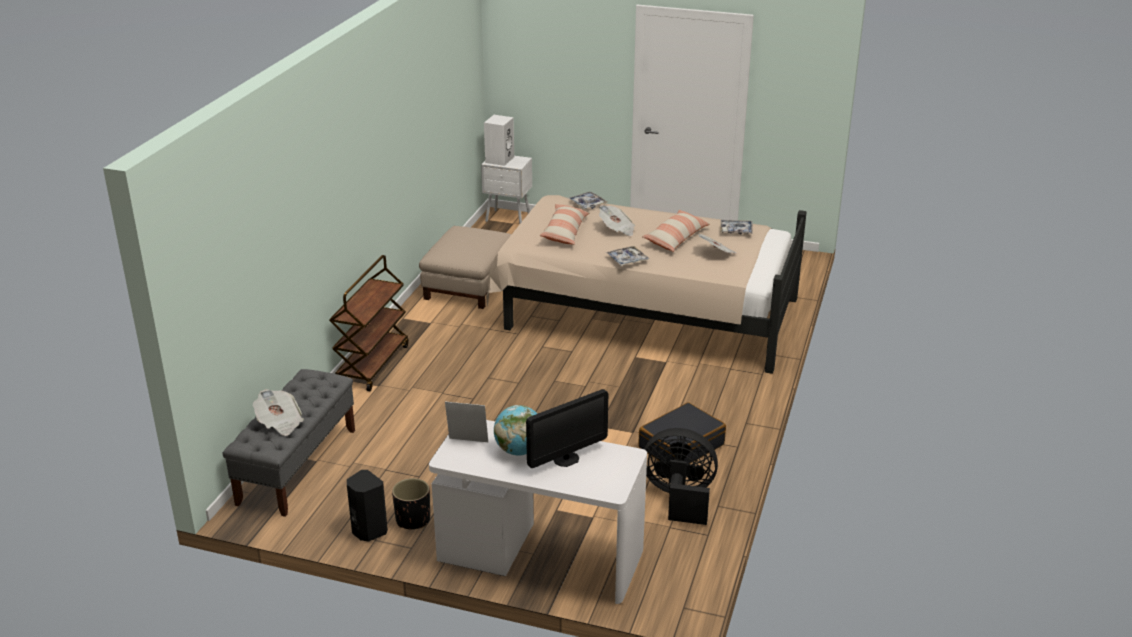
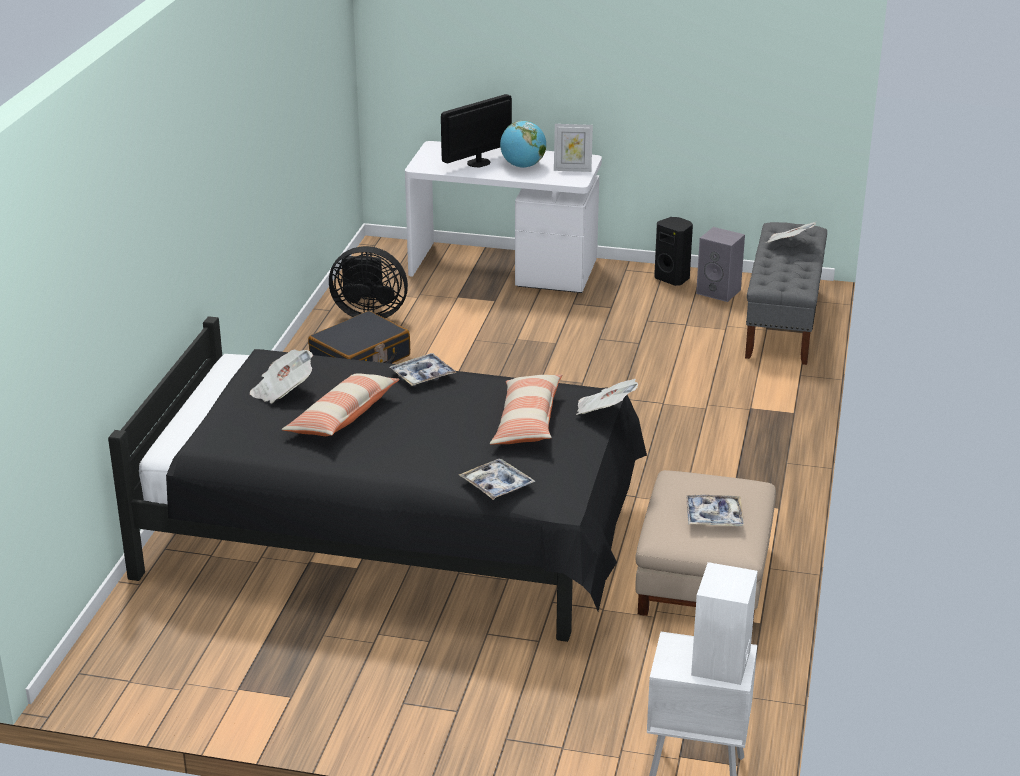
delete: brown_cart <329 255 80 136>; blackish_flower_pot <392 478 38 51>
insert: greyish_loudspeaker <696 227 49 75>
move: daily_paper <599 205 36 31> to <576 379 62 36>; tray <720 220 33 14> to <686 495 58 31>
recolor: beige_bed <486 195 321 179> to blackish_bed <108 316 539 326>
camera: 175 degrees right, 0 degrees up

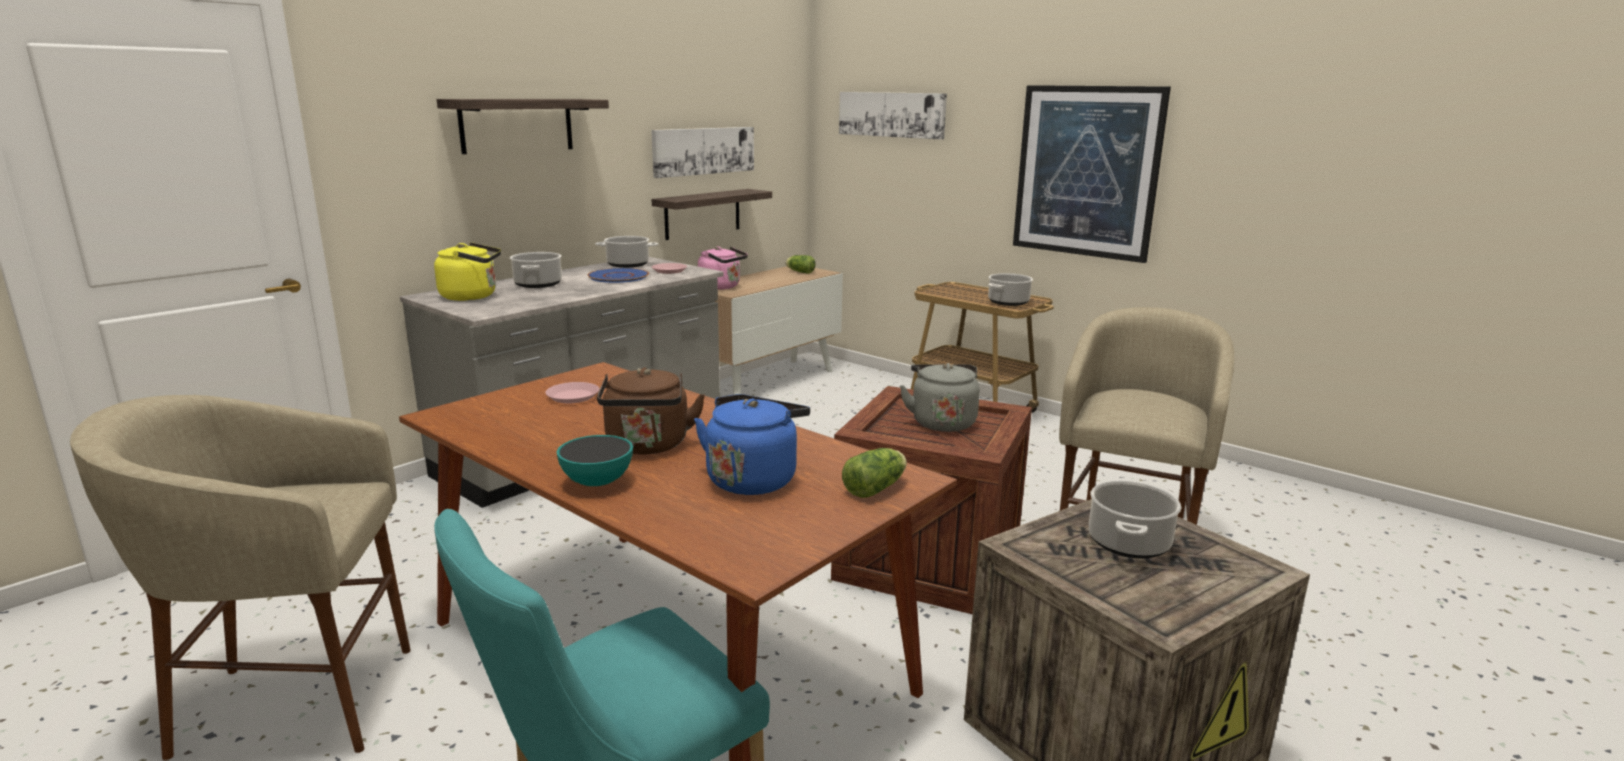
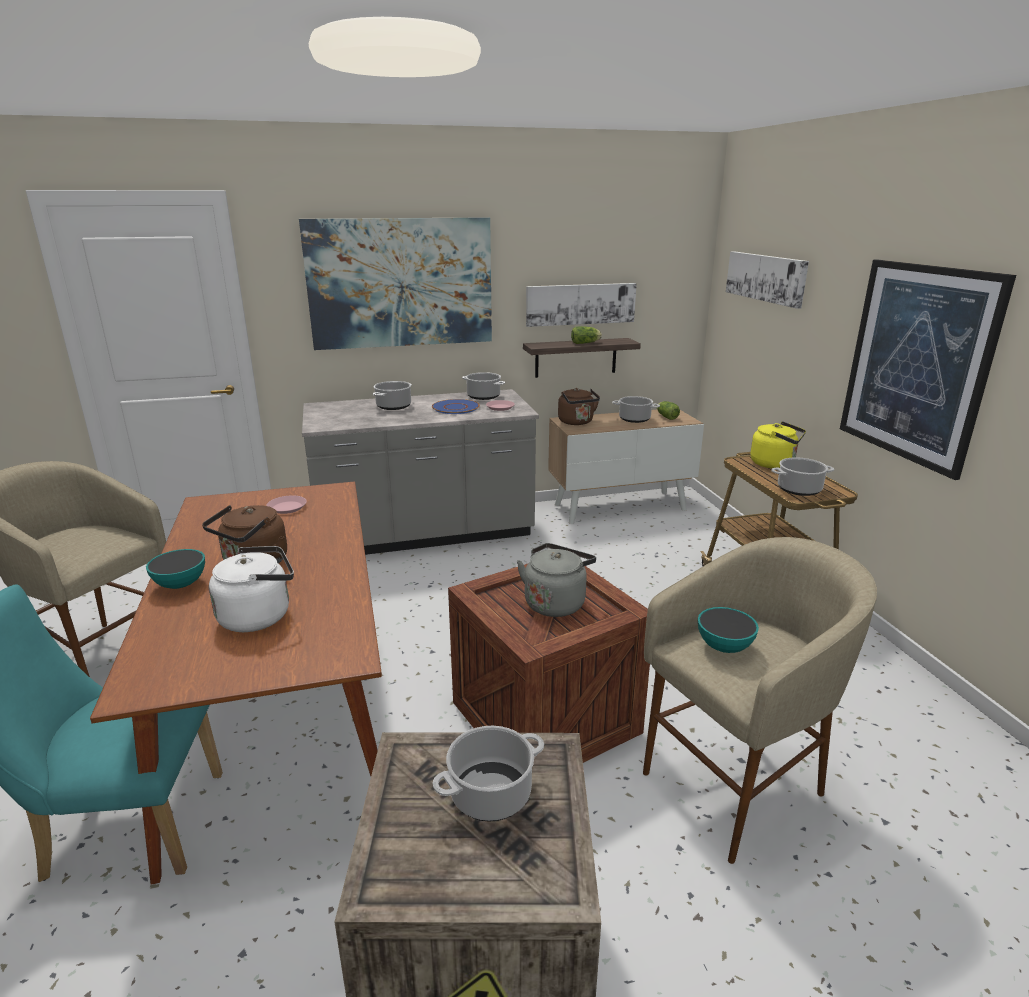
insert: saucepot <612 396 48 27>; serving_bowl <698 607 61 46>
move: yellowish_tea_kettle <434 242 67 59> to <750 421 56 47>; head_of_lettuce <842 448 65 50> to <571 326 31 18>
replace: wall_shelf <437 99 172 55> to picture <299 217 193 133>
recolor: blue-coloured_tea_kettle <694 394 116 101> to whitish_tea_kettle <209 546 85 86>; pinkish_tea_kettle <698 246 50 44> to brown_tea_kettle <558 388 42 37>
camera: 35 degrees right, 5 degrees up

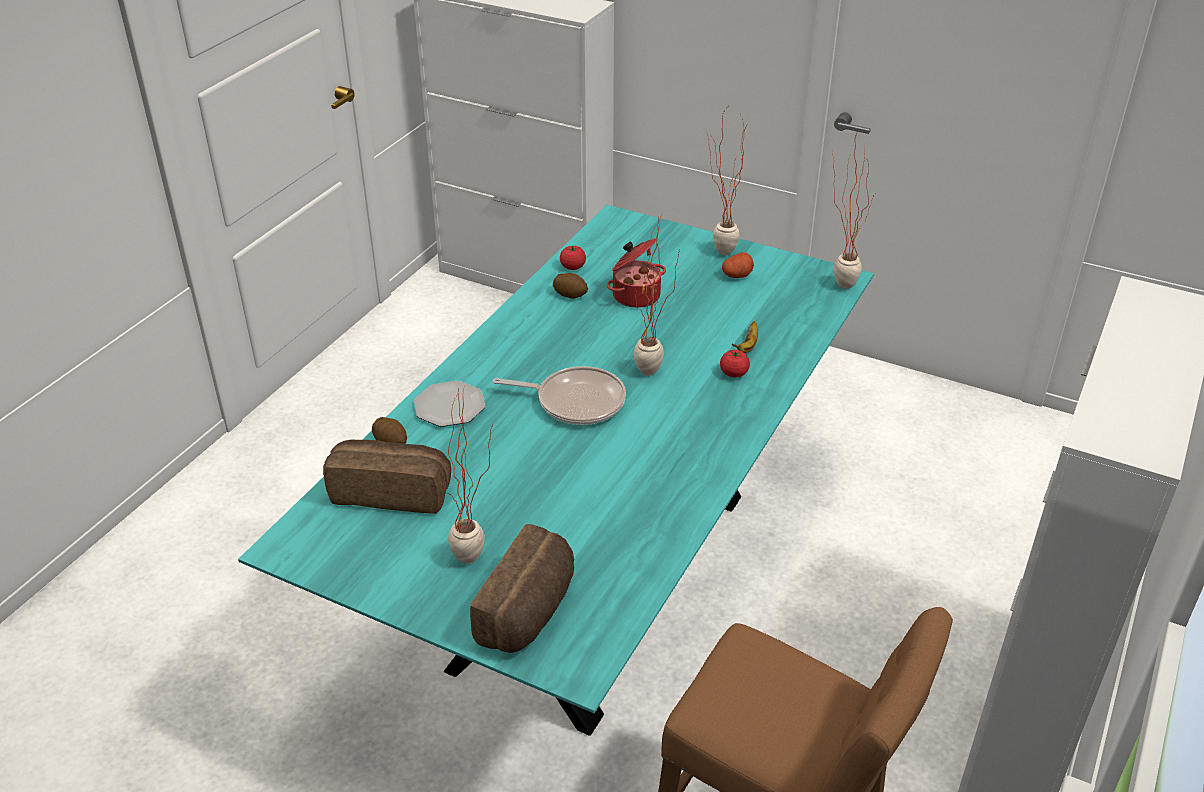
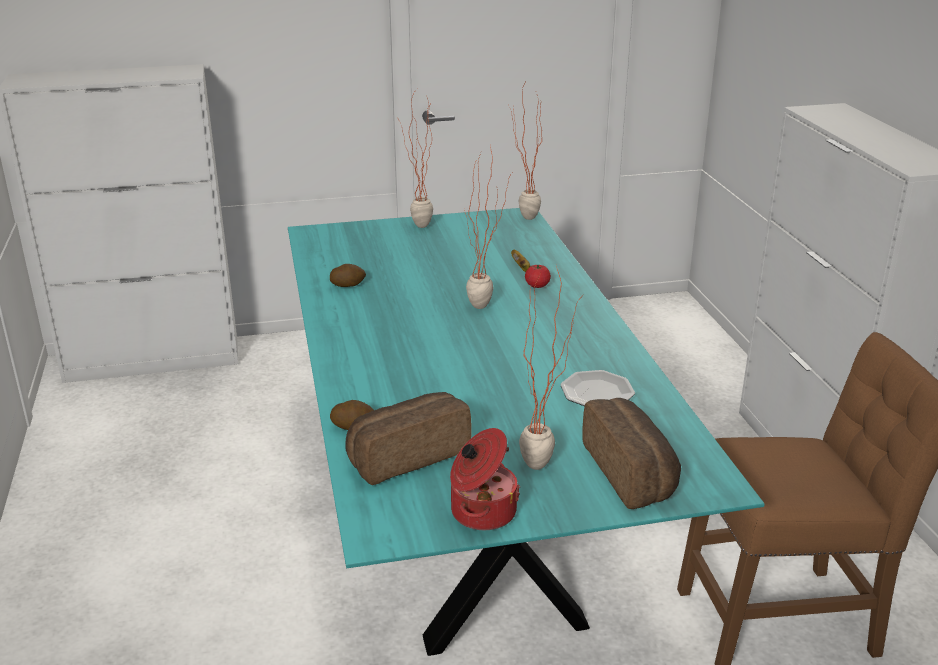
delete: skillet <493 366 133 59>; whole_tomato <560 245 26 25>; potato <722 252 32 26>
move: plate <414 381 72 46> to <560 370 75 36>; saucepot <607 238 59 70> to <450 428 70 102>
camera: 40 degrees left, 10 degrees down

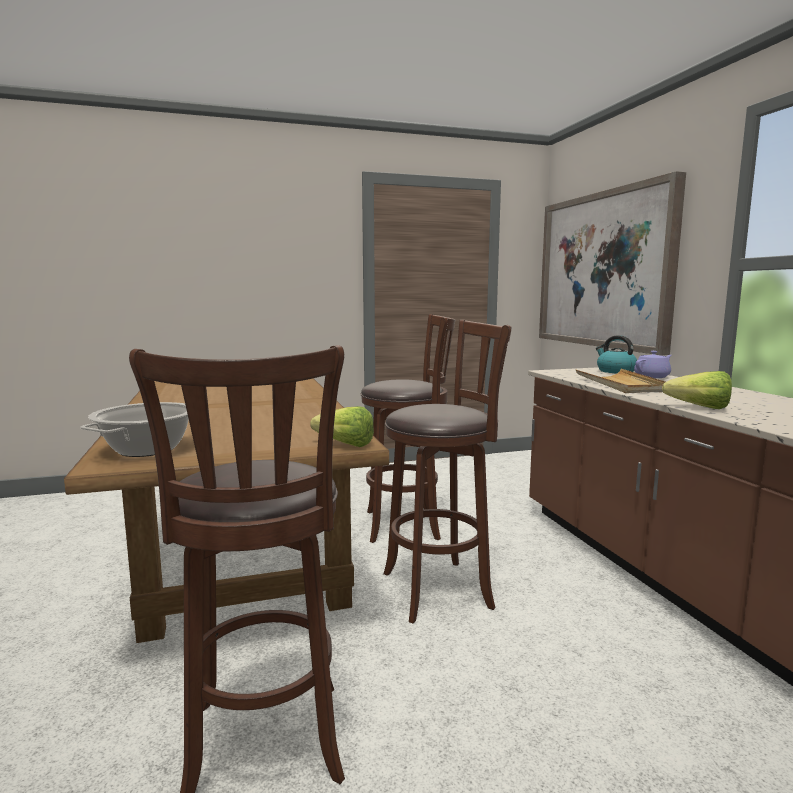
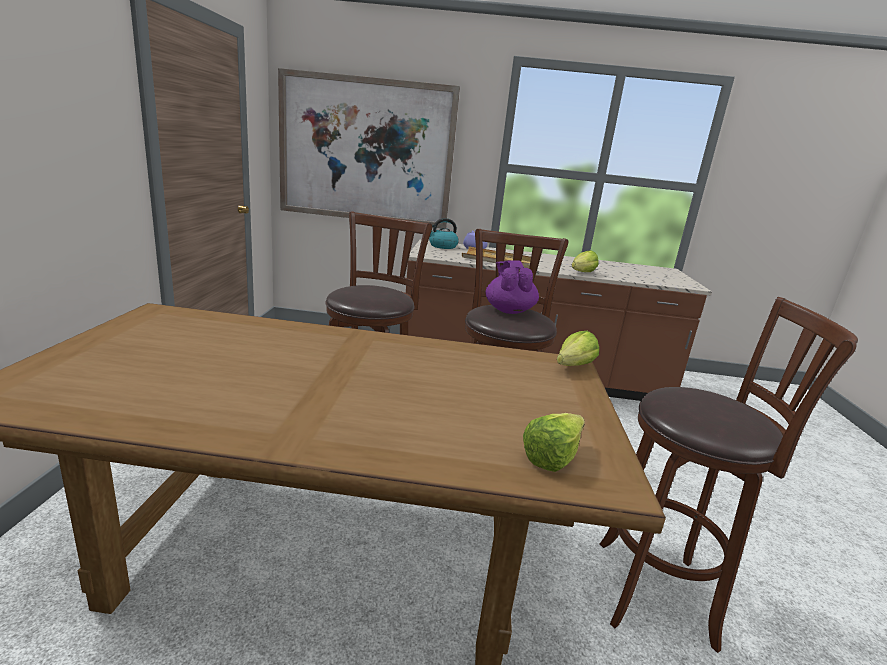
insert: purple-coloured_teapot <485 260 54 54>
replace: saucepot <81 402 108 55> to head_of_lettuce <523 413 62 59>
camera: 70 degrees left, 10 degrees up

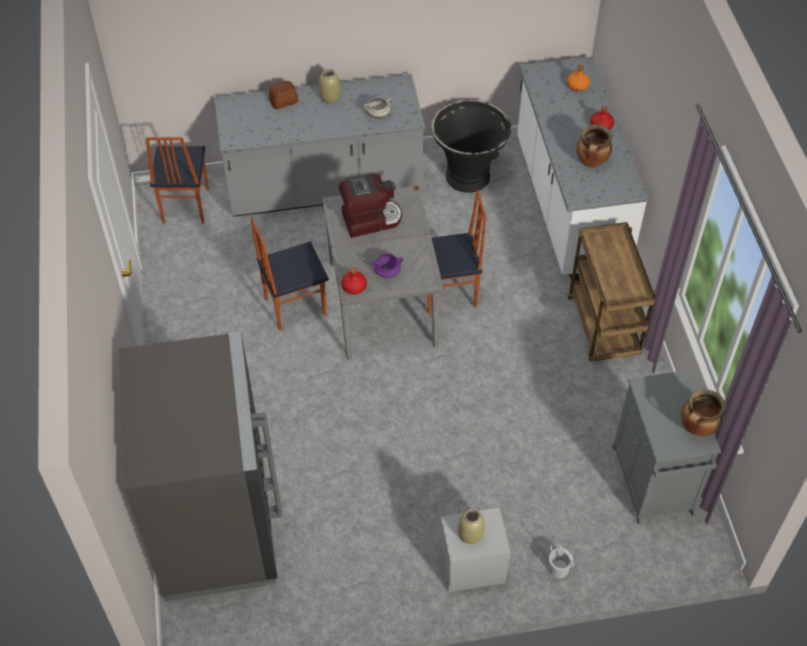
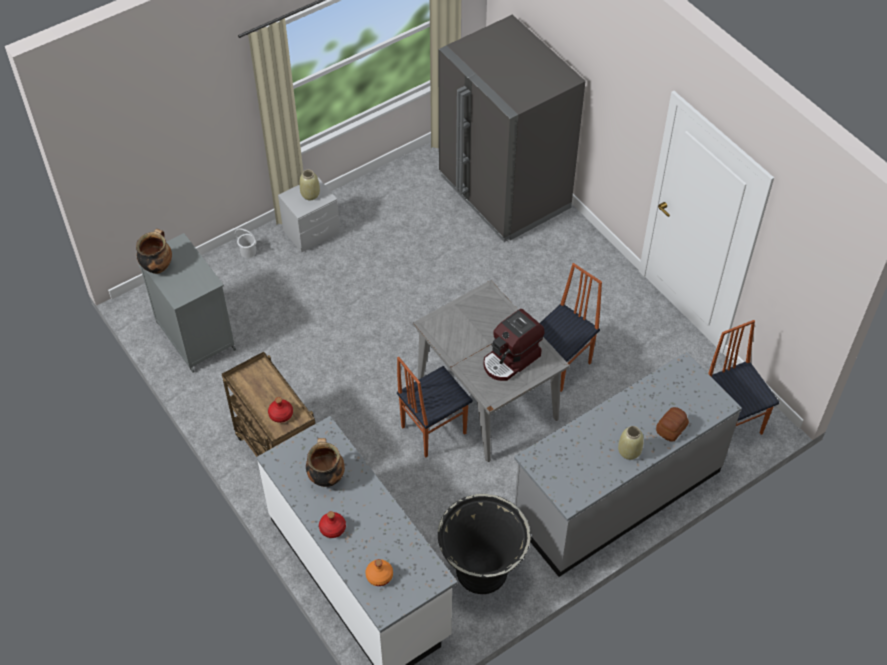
delete: whitish_saucepot <364 97 29 22>; purple-coloured_saucepot <371 253 32 25>
move: reddish_bottle <341 267 26 27> to <268 397 25 26>
camera: 155 degrees right, 0 degrees up

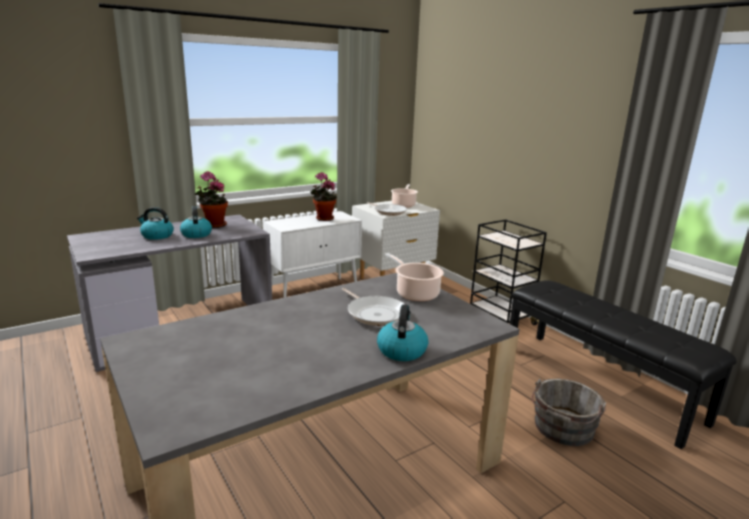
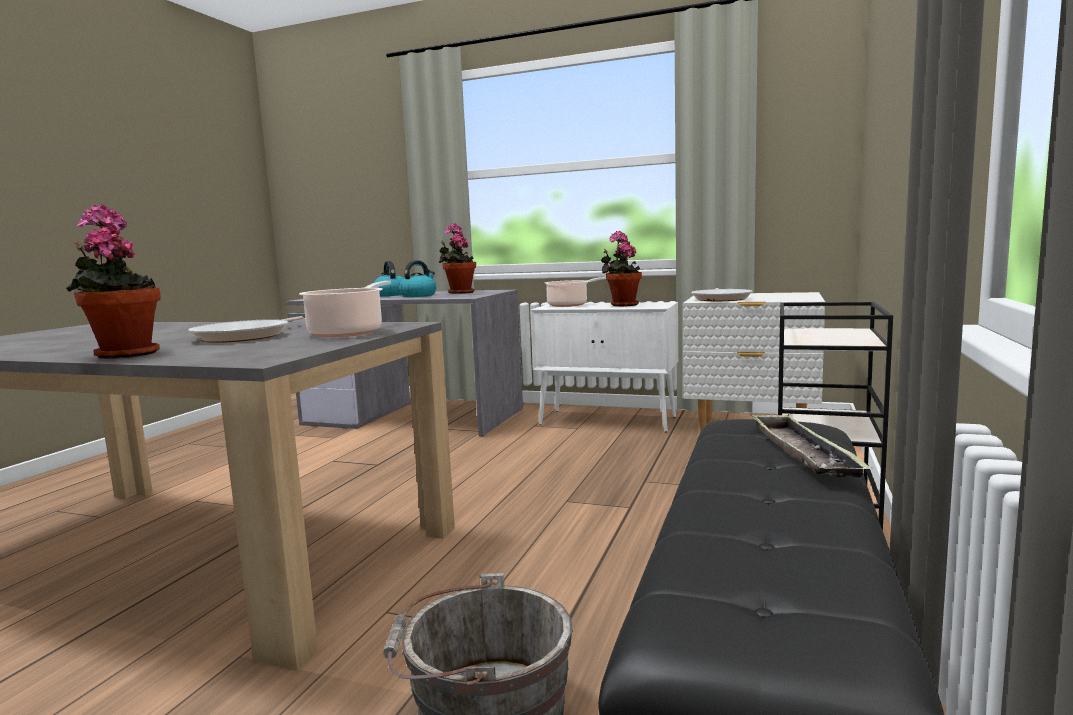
insert: tray <750 414 122 64>
move: saucepot <391 184 27 23> to <545 277 61 30>
replace: tea_kettle <377 304 51 57> to plant_in_a_pot <66 204 94 155>
camera: 55 degrees right, 10 degrees down

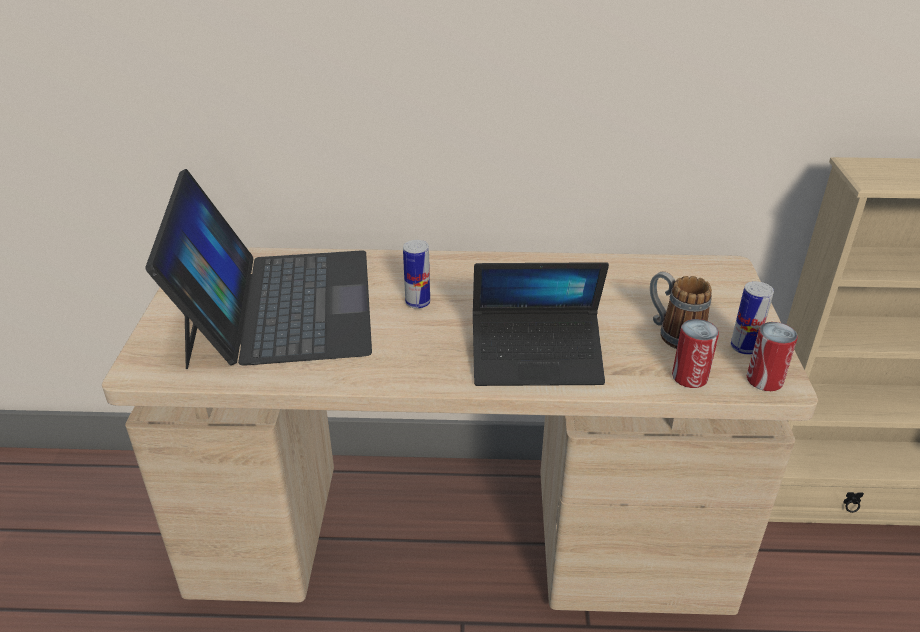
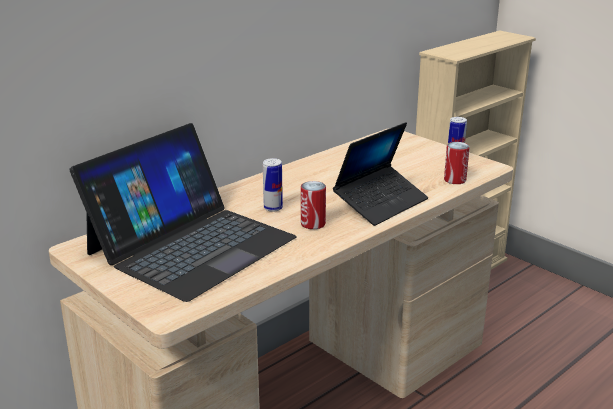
delete: coffee_mug <650 272 62 77>
move: can <747 322 51 69> to <301 181 25 48>
rotate: laptop <145 169 227 200> = <70 123 227 179> 90 degrees clockwise
camera: 45 degrees left, 10 degrees down

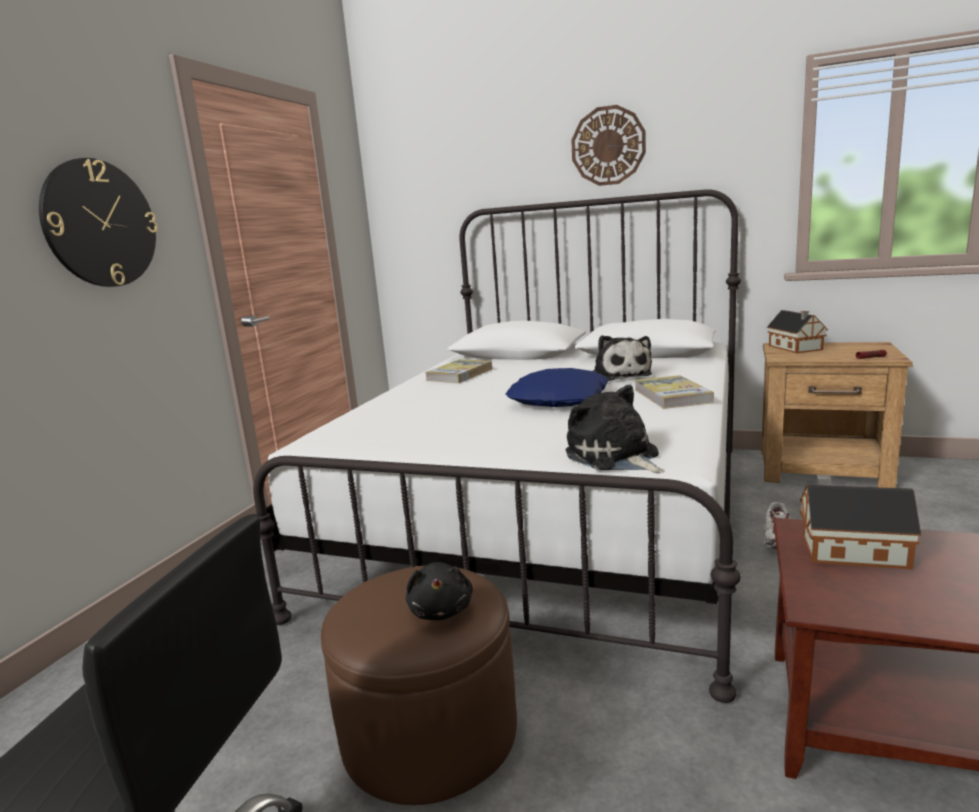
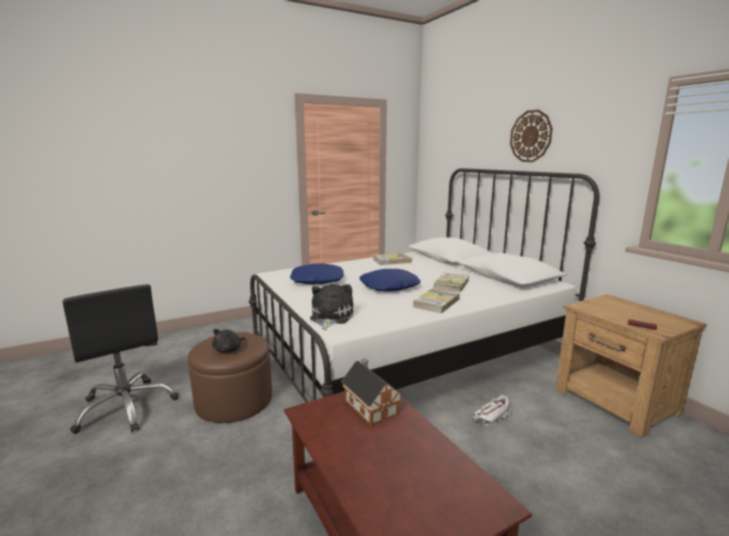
delete: wall_clock <39 158 119 129>; model_house <767 310 61 43>
insert: blue-coloured_pillow <290 263 54 21>
replace: soft_toy <593 335 59 46> to bound_book <434 273 35 19>
camera: 40 degrees right, 0 degrees up

